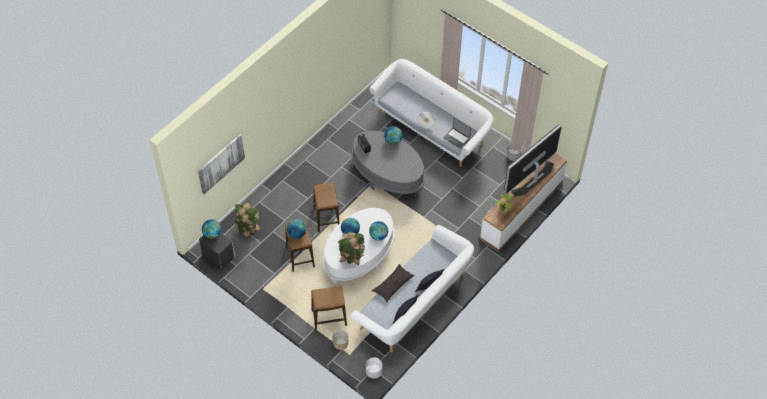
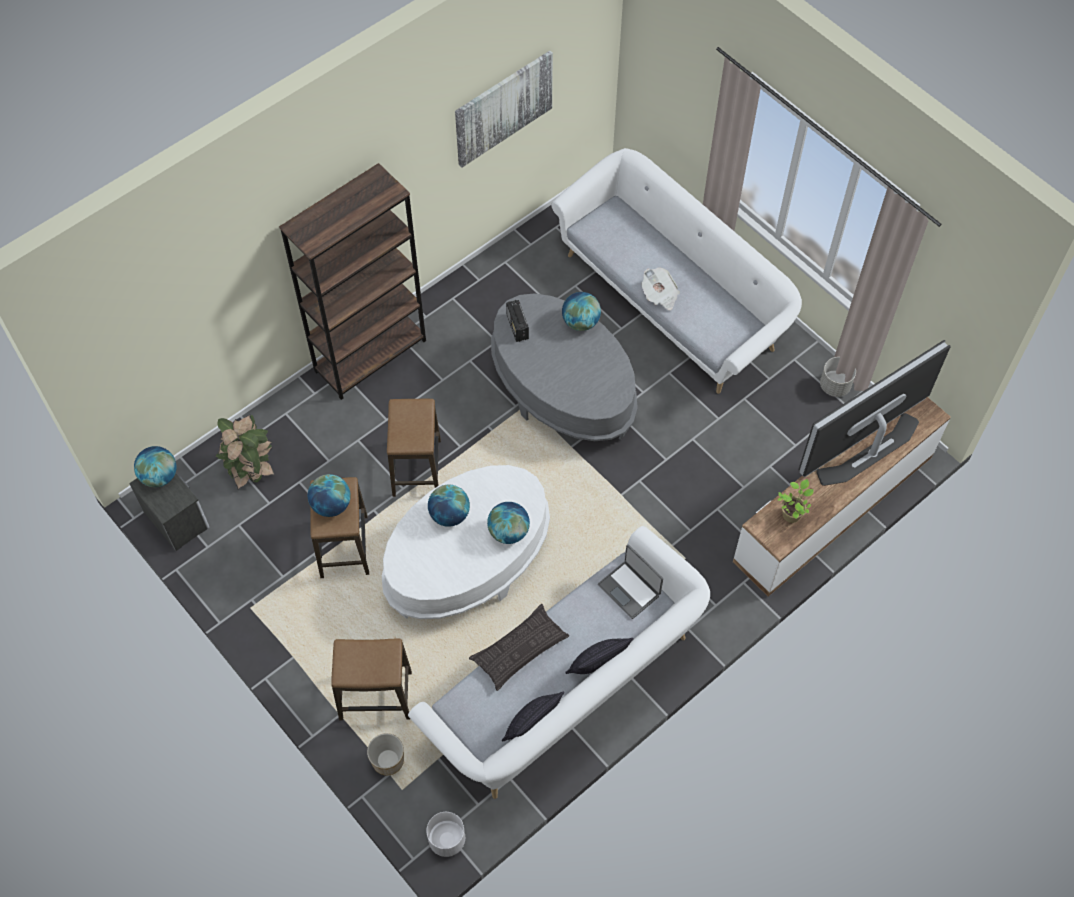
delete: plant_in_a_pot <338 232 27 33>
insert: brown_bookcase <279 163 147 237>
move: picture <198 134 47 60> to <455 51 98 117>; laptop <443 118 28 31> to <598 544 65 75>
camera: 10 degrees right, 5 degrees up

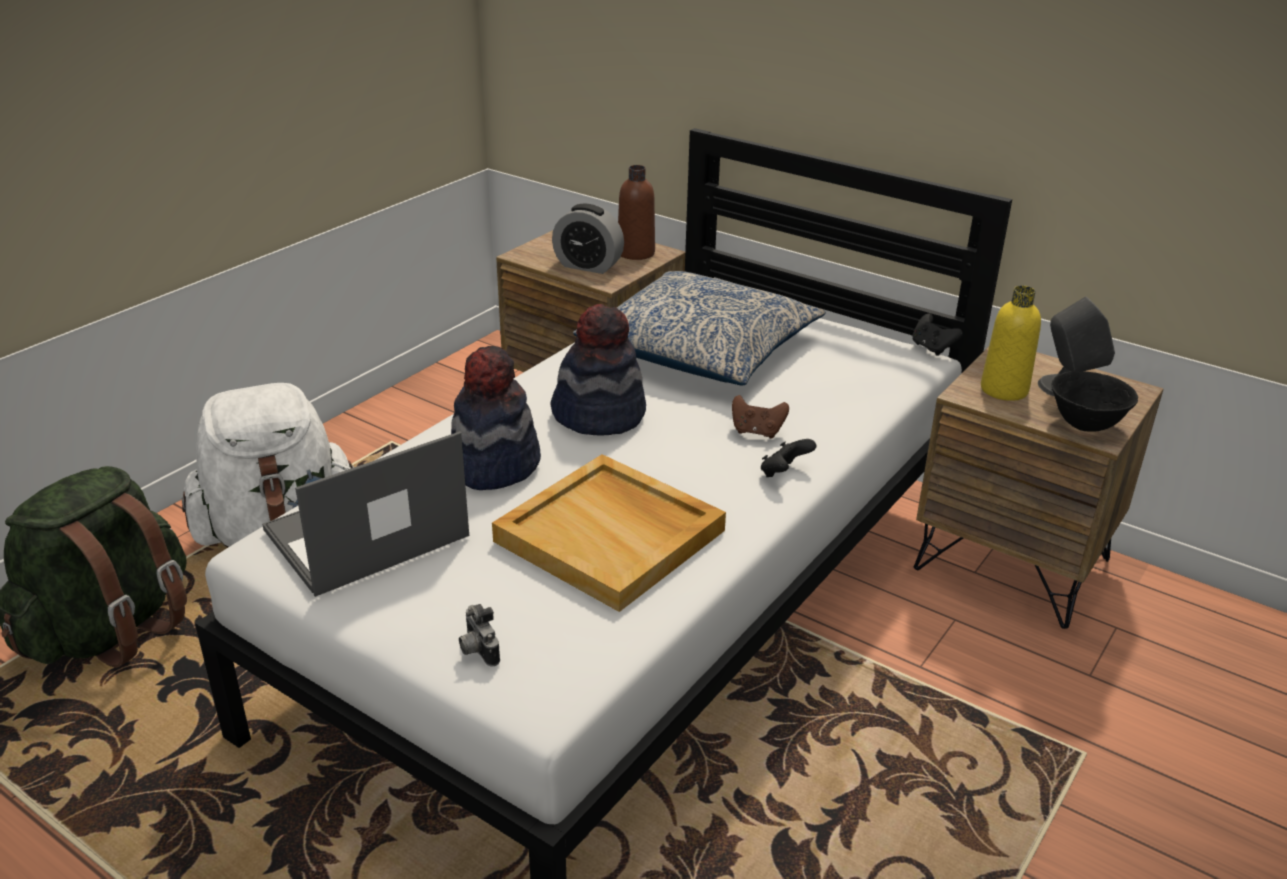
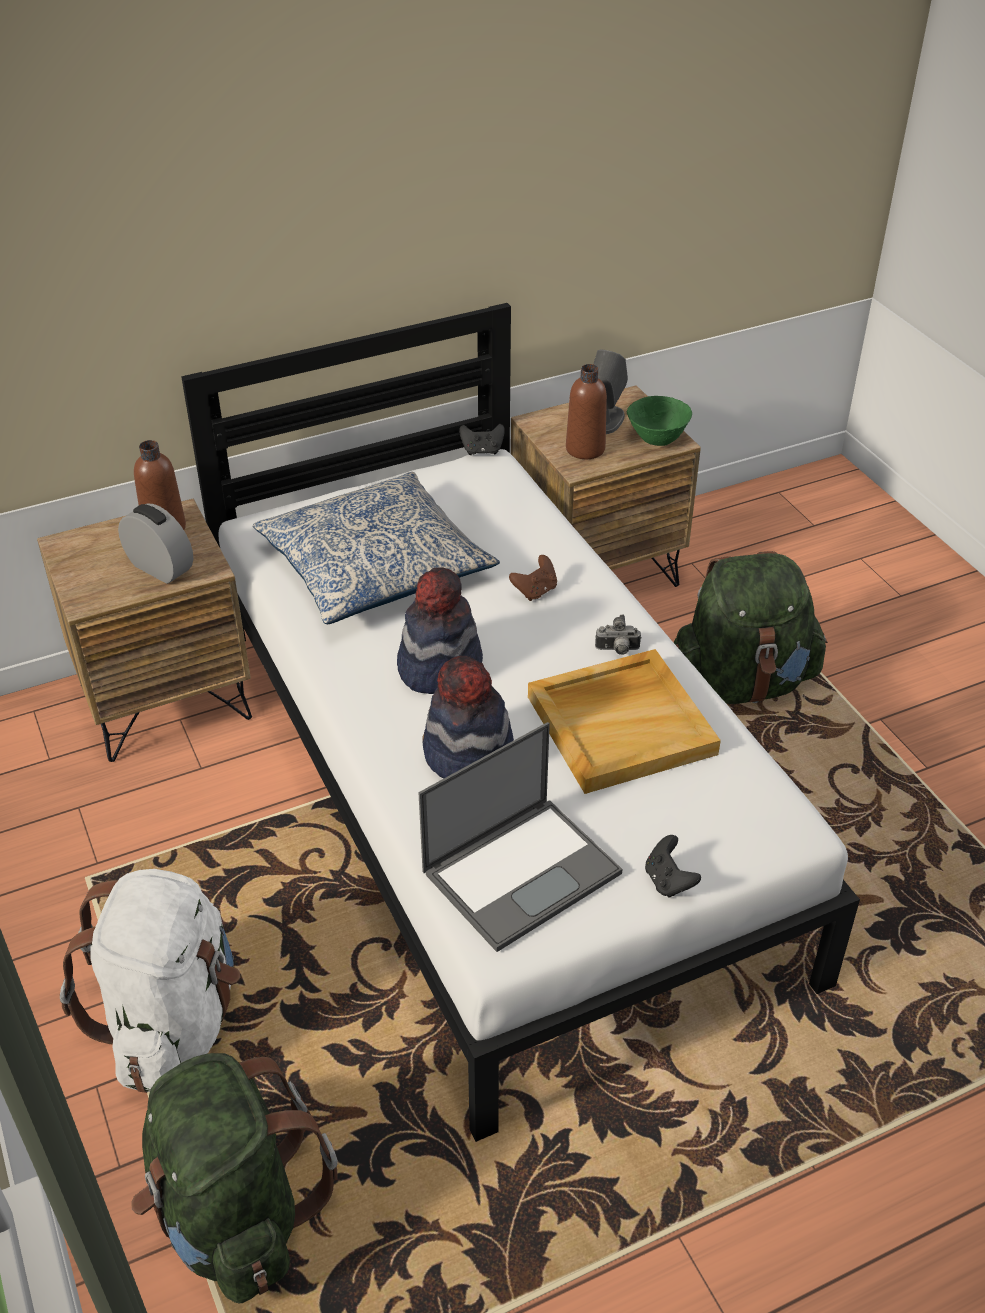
insert: greenish_backpack <674 551 154 153>
move: still_camera <459 604 41 62> to <595 614 46 41>; blackish_gamepad <761 439 55 38> to <645 835 56 63>
recolor: yellowish_bottle <981 286 60 115> to brown_bottle <566 364 41 95>; blackish_serving_bowl <1051 371 87 61> to greenish_serving_bowl <627 396 65 50>
rotate: laptop <262 431 207 166> = <418 722 204 230> 120 degrees counterclockwise; alarm_clock <552 204 72 70> = <118 504 76 80> 105 degrees counterclockwise
camera: 60 degrees left, 10 degrees up

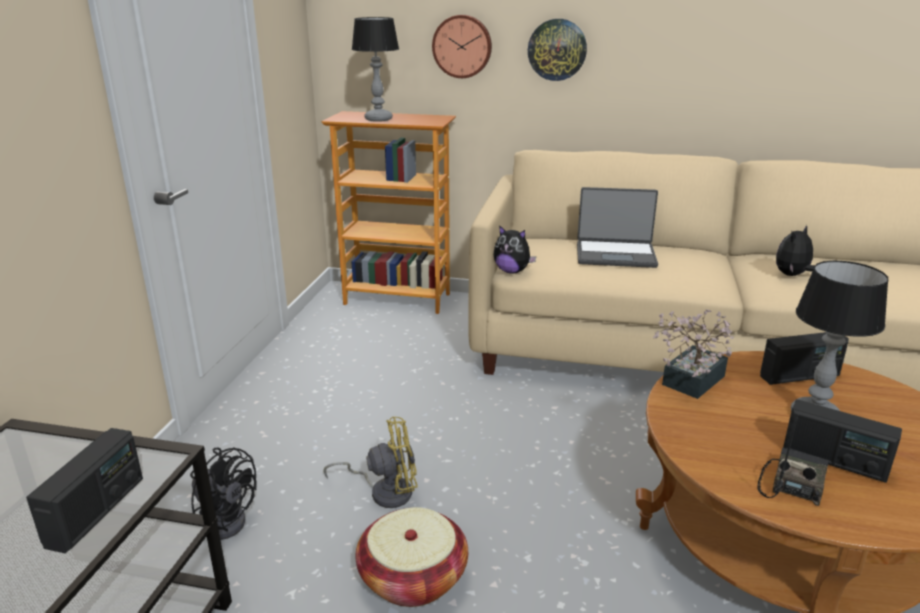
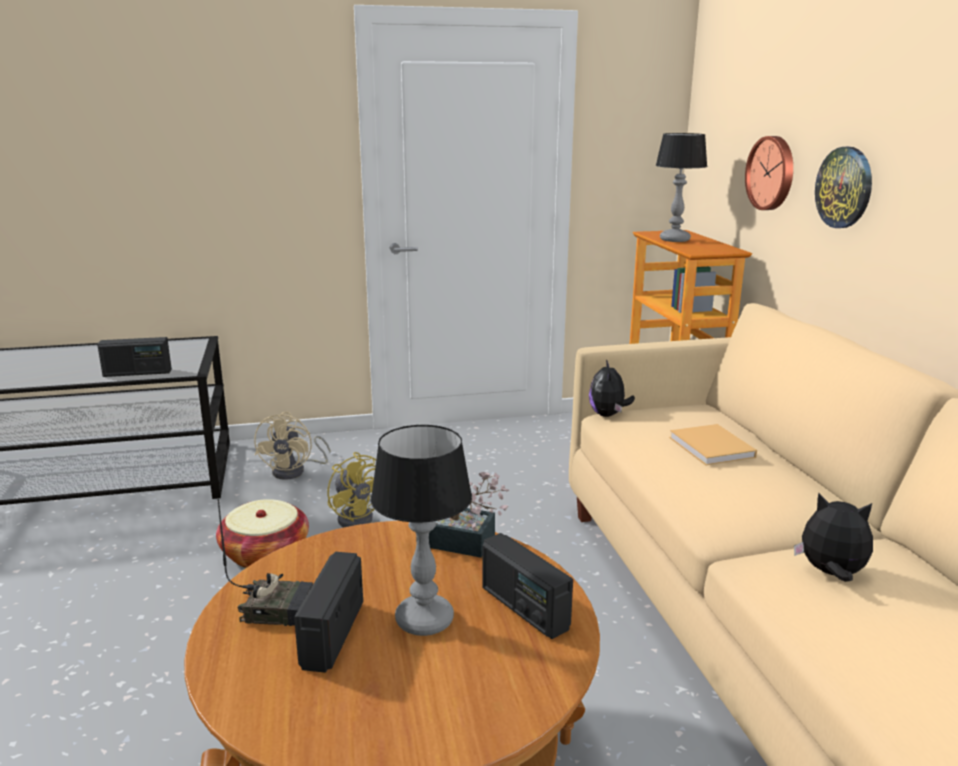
replace: laptop <577 187 81 81> to beige_bound_book <669 424 88 42>
recolor: blackish_electric_fan <190 448 67 92> to beige_electric_fan <254 412 76 68>
camera: 65 degrees right, 5 degrees down

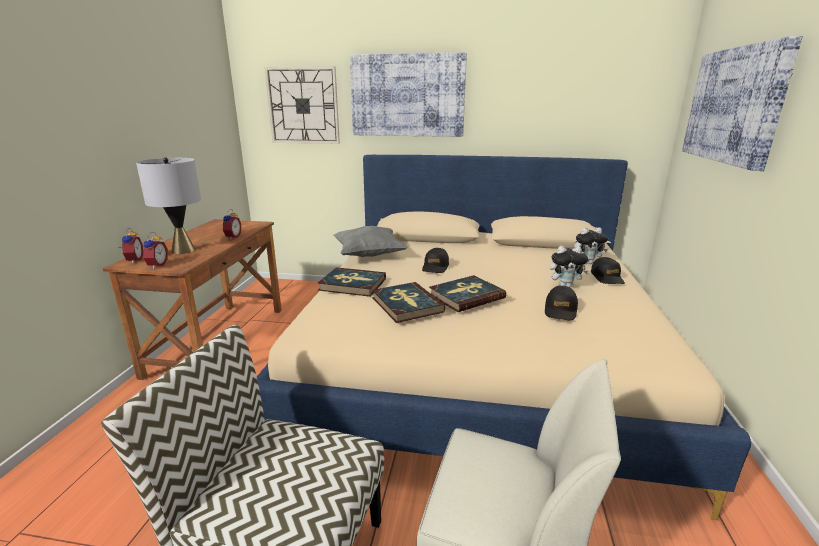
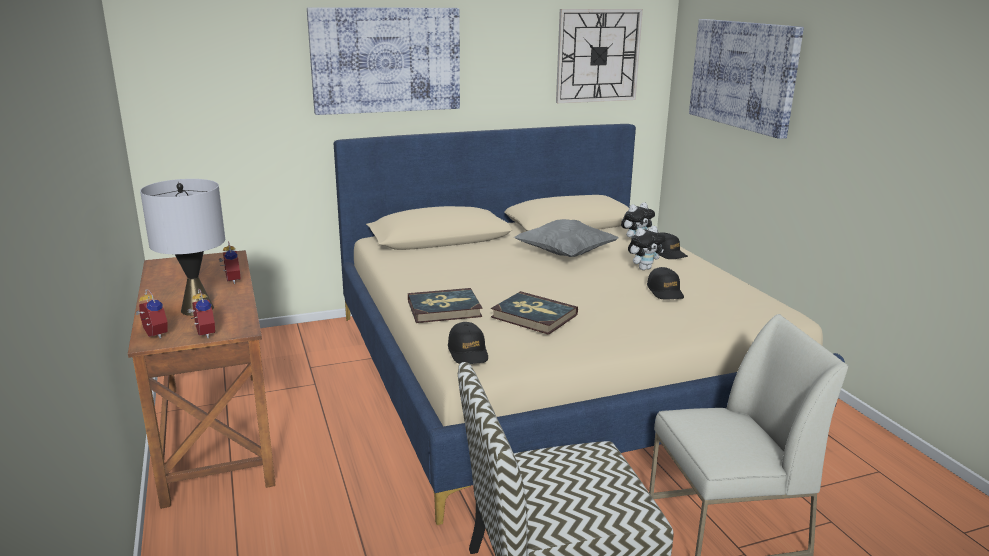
delete: bound_book <429 275 77 37>
move: wall_clock <264 66 76 78> to <556 9 87 94>; greyish_pillow <333 226 75 31> to <514 219 104 38>; blackish_peaked_cap <422 248 27 25> to <448 322 40 42>
camera: 30 degrees left, 0 degrees up

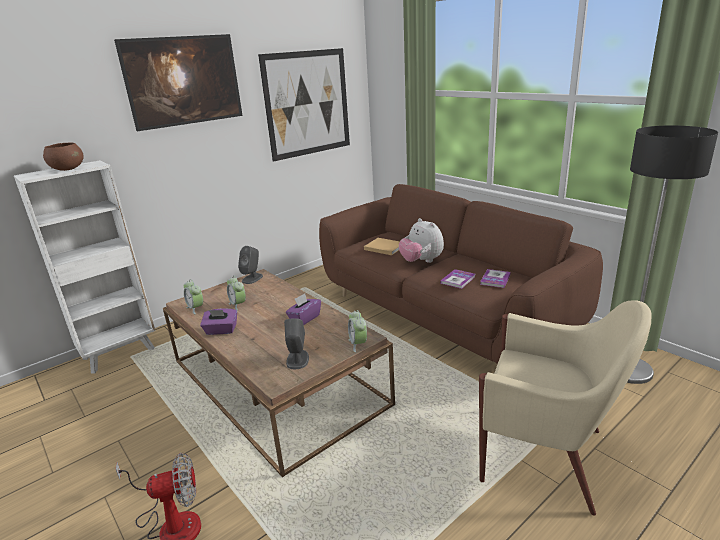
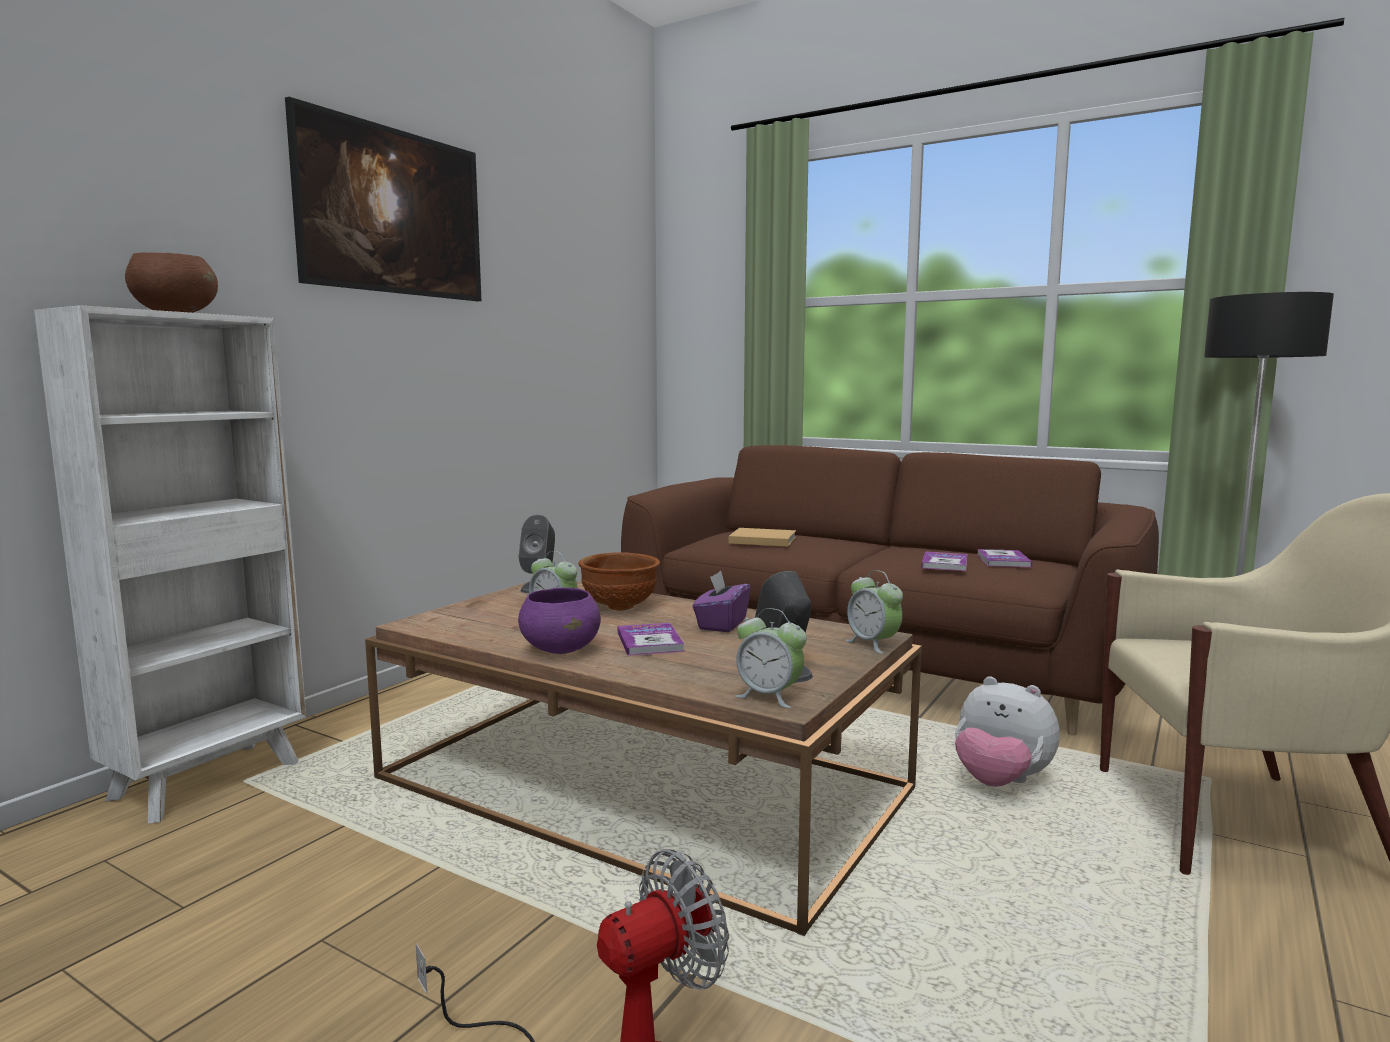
delete: picture <258 48 92 114>
insert: brown_serving_bowl <578 553 82 57>; bound_book <618 623 66 33>
move: alarm_clock <184 279 19 35> to <735 608 72 100>; soft_toy <399 218 45 45> to <955 676 105 111>
replace: purple-coloured_tissue_box <200 309 37 26> to purple-coloured_serving_bowl <518 587 83 67>
camera: 20 degrees left, 15 degrees down

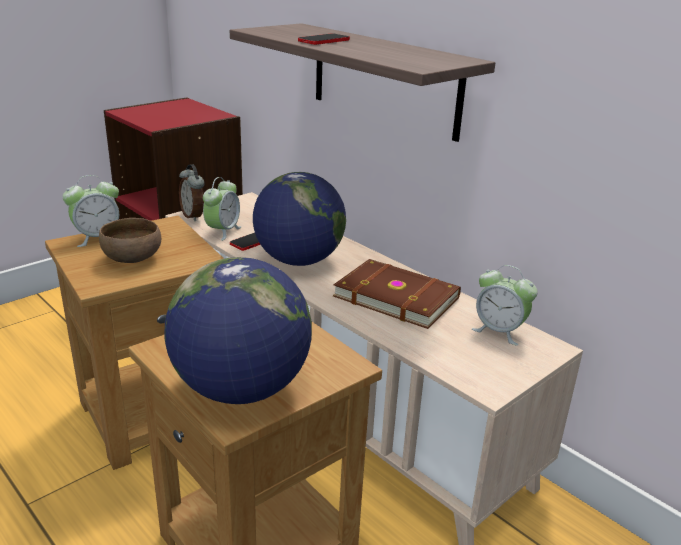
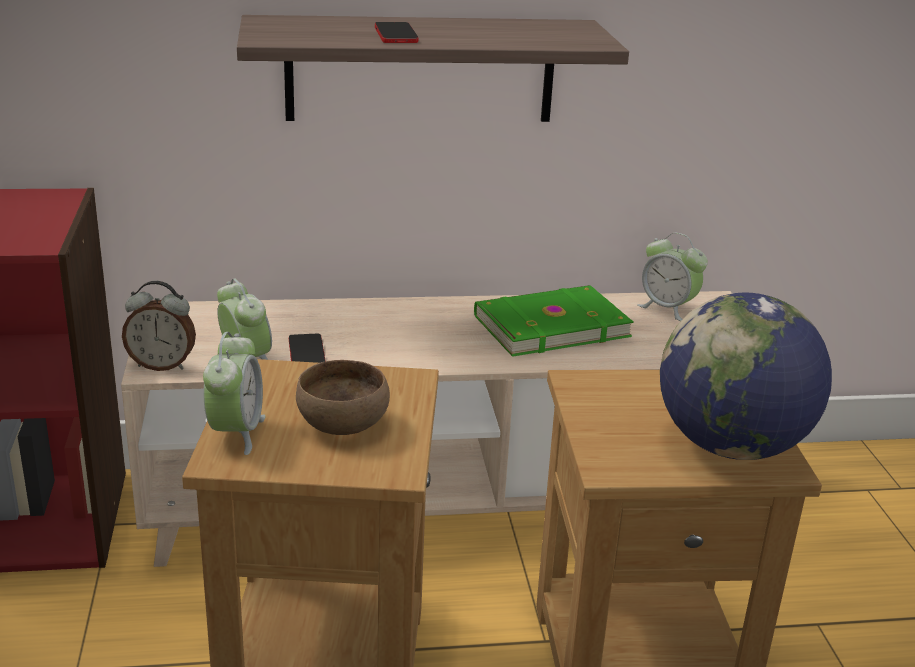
delete: globe <253 172 93 94>
recolor: brown_bound_book <333 259 128 70> to greenish_bound_book <474 285 159 72>
rotate: alarm_clock <472 265 66 81> = <638 233 70 88> 60 degrees clockwise
camera: 55 degrees left, 0 degrees up

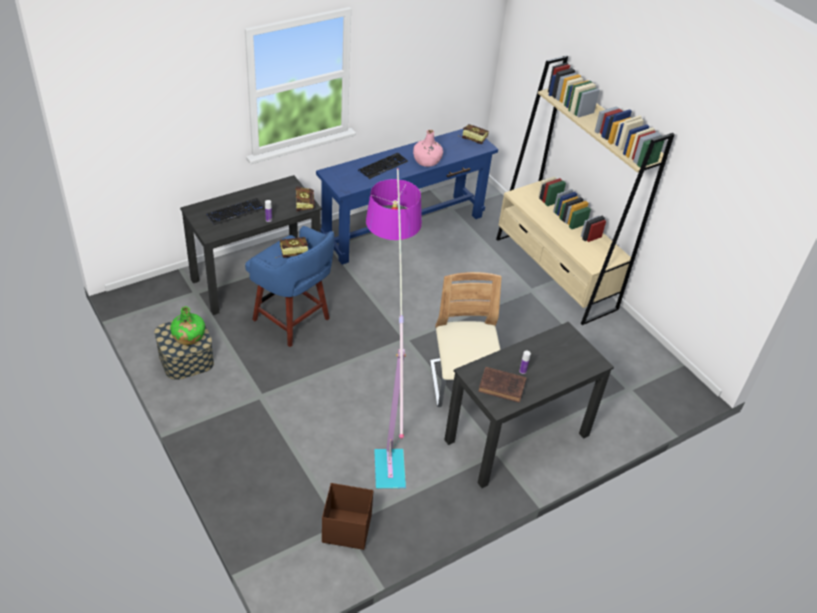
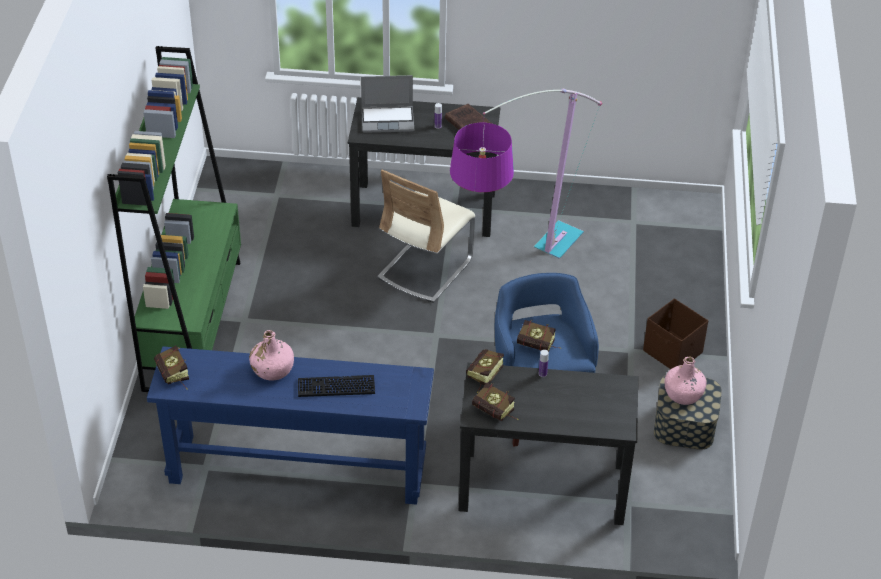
delete: PC_keyboard <206 198 59 27>
insert: laptop <361 75 53 58>; bound_book <472 383 47 38>
move: brown_storage_container <322 483 51 67> to <643 299 65 70>
recolor: greenish_bottle <170 306 35 39> to pinkish_bottle <665 357 42 48>; beige_bookcase <496 55 179 270> to greenish_bookcase <107 46 134 346>
camera: 140 degrees left, 0 degrees up

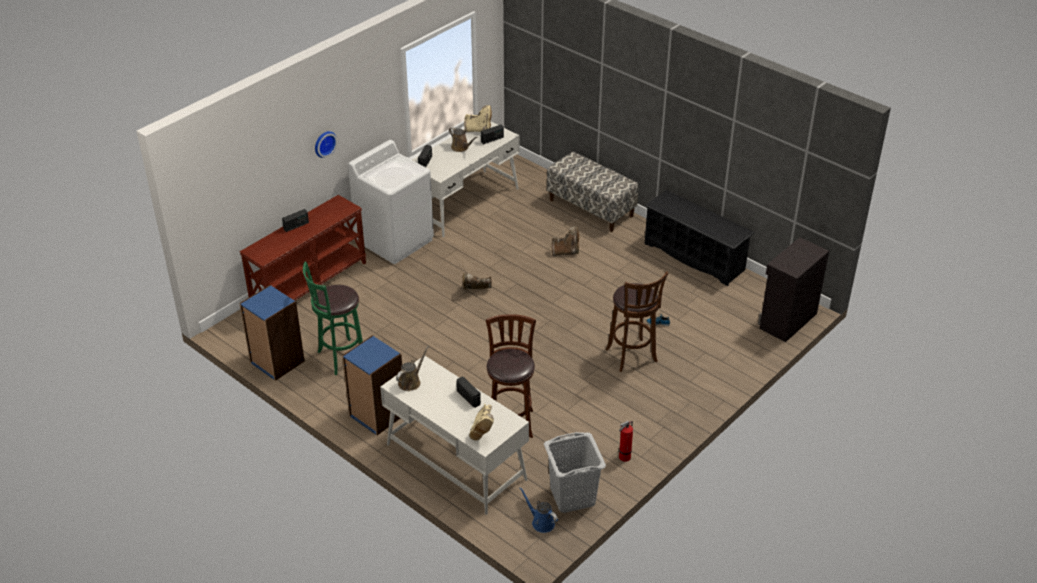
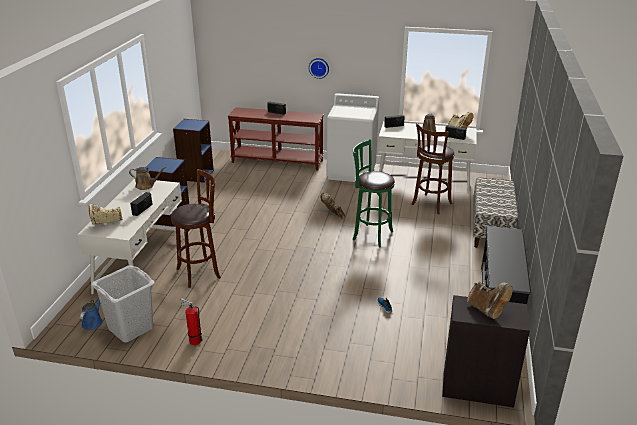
move: greenish_stool_seat <303 262 60 113> to <352 139 43 109>; brown_high-top_boot <552 226 27 30> to <467 281 46 38>; brown_stool_seat <605 271 63 101> to <411 123 44 91>
camera: 60 degrees right, 10 degrees down

